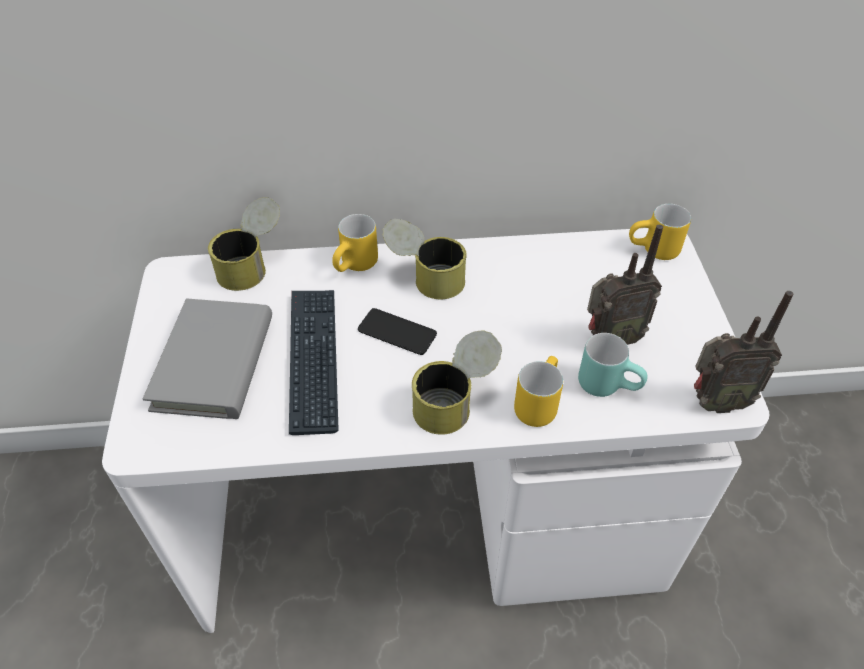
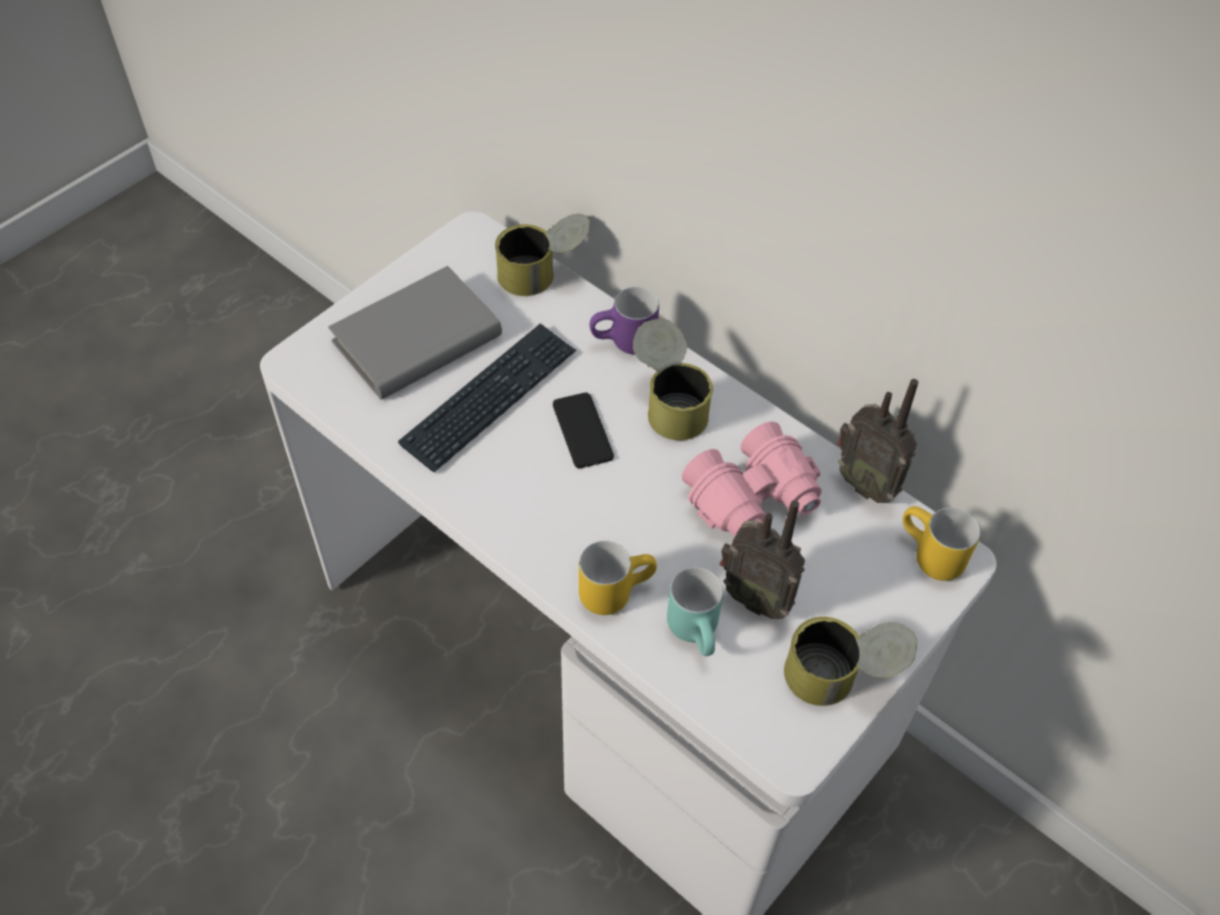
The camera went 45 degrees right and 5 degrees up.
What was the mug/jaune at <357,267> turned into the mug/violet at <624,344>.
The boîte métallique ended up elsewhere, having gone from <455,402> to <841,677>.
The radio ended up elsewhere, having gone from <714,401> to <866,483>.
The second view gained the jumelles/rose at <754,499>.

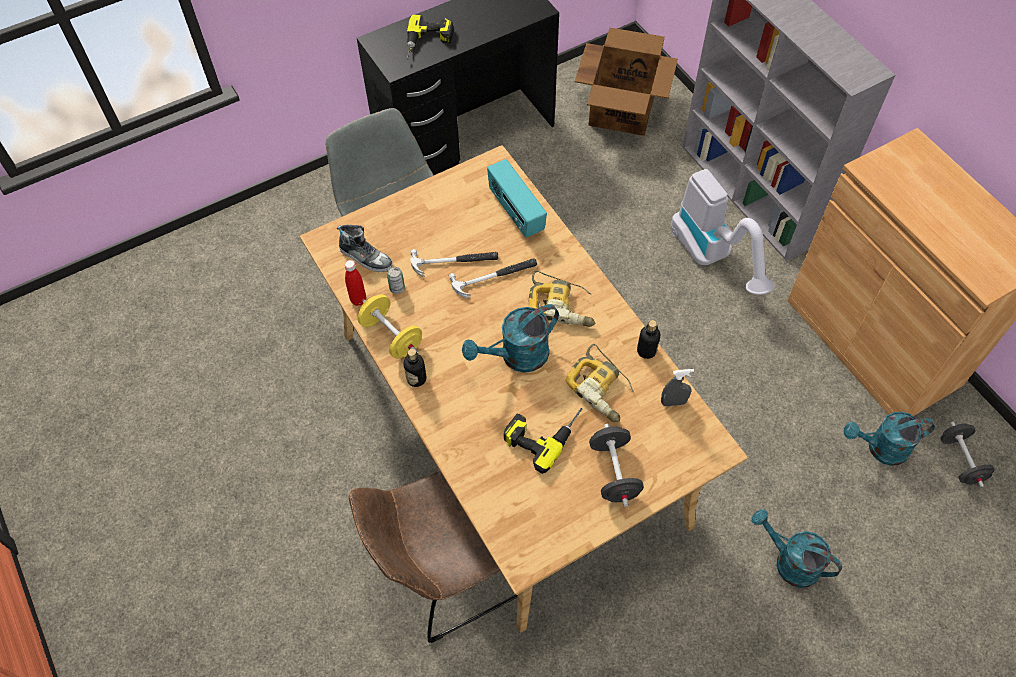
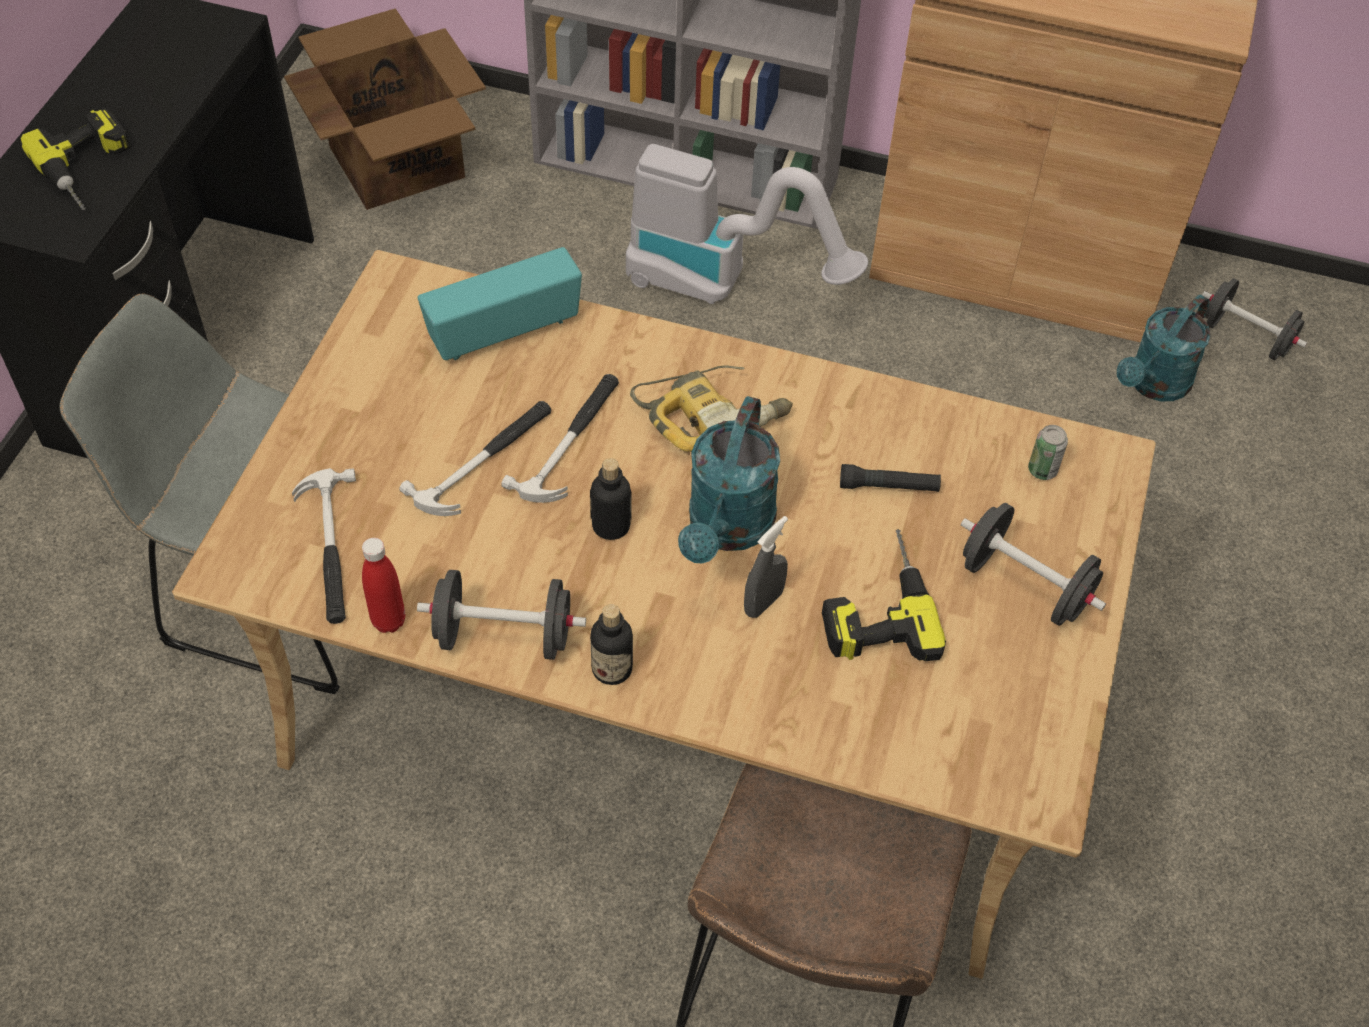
The camera went 45 degrees left and 5 degrees down.
Where the chaussure stood at <366,257>, the marteau came to stand at <330,548>.
What was the haltère/jaune at <391,336> turned into the haltère/noir at <504,636>.
The boîte métallique ended up elsewhere, having gone from <397,288> to <1042,470>.
The radio at <515,212> ended up facing another way, 135 degrees clockwise from before.
Where the perceuse stood at <602,388>, the lampe de poche/noir came to stand at <888,486>.
The bouteille ended up elsewhere, having gone from <646,351> to <611,526>.
The vaporisateur/gris ended up elsewhere, having gone from <673,402> to <763,603>.
The second view lost the arrosoir/turquoise at <789,562>.

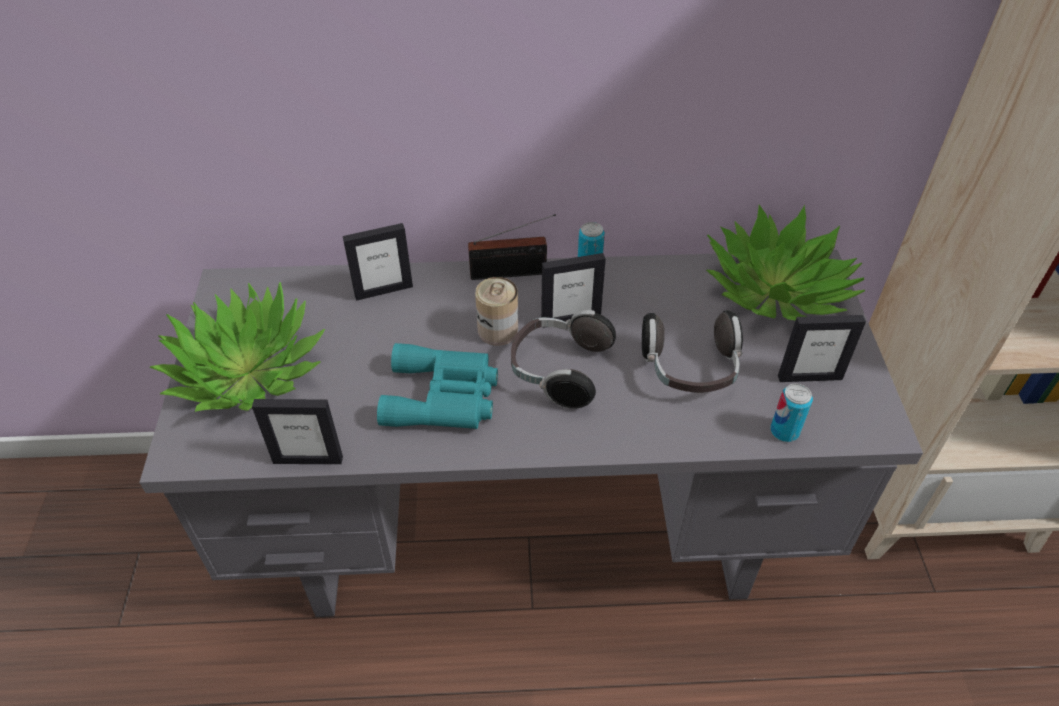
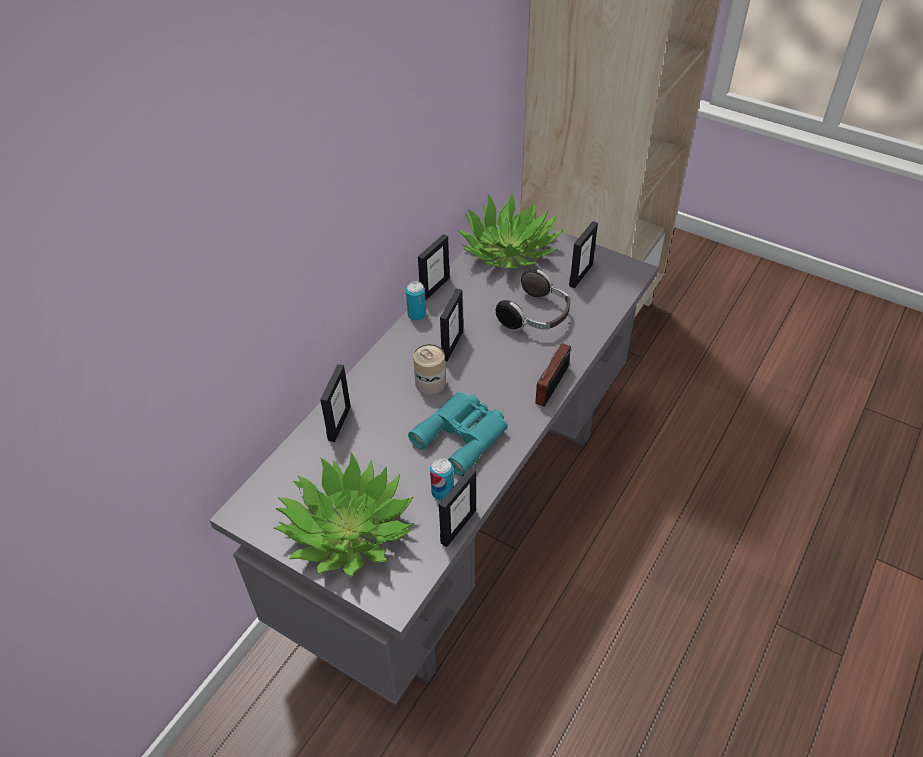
The camera went 55 degrees left and 0 degrees up.
The radio ended up elsewhere, having gone from <512,273> to <554,383>.
The second view lost the casque audio at <558,371>.
The boîte métallique ended up elsewhere, having gone from <784,431> to <442,492>.
The second view gained the cadre photo at <434,288>.

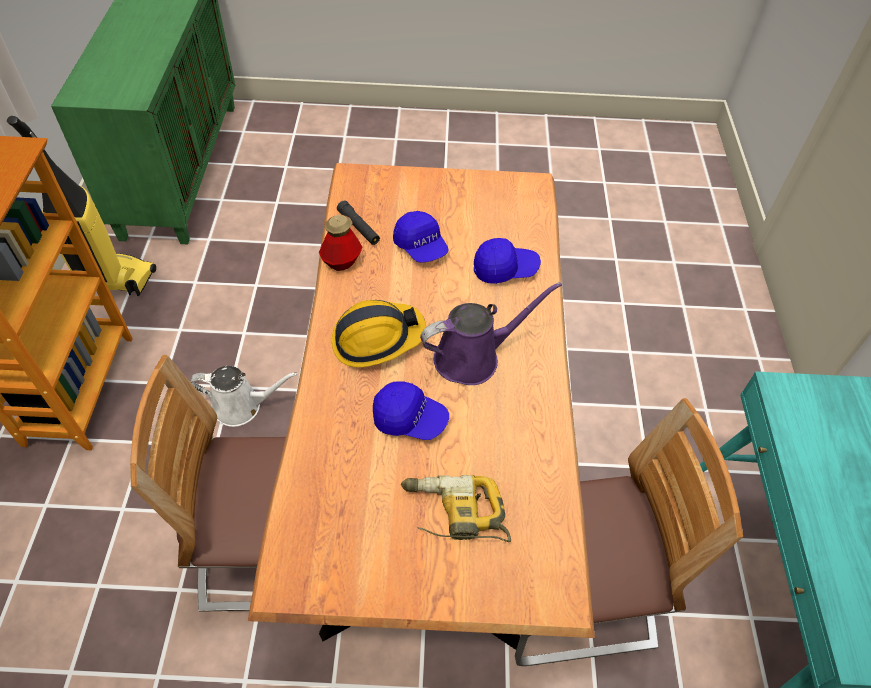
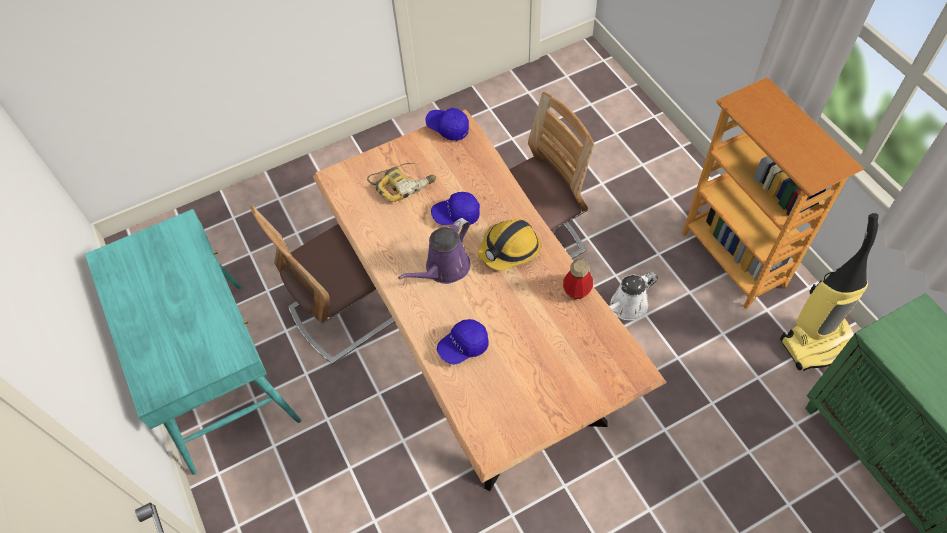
The camera went 155 degrees right and 5 degrees up.
The second view lost the lampe de poche/noir at <359,228>.
The casquette/bleu ended up elsewhere, having gone from <421,247> to <448,128>.

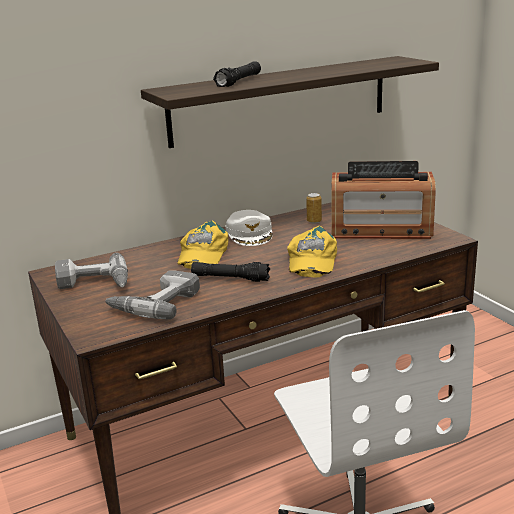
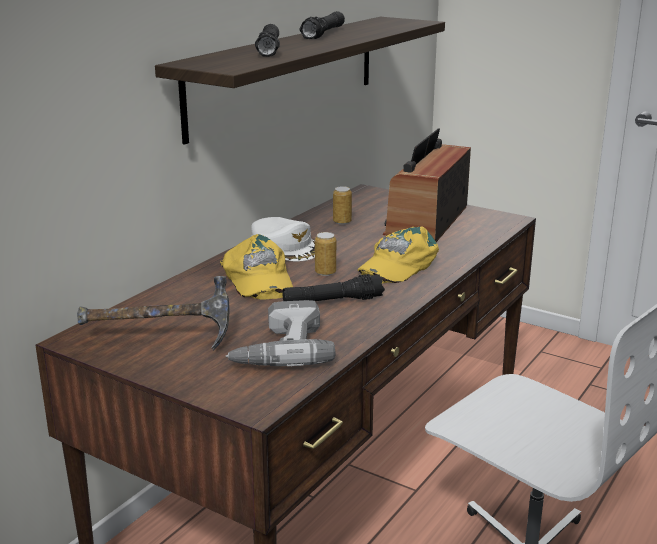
The camera went 30 degrees left and 0 degrees up.
Where the perceuse stood at <93,283>, the marteau came to stand at <161,341>.
The casquette/jaune at <311,260> ended up facing another way, 60 degrees clockwise from before.
The radio at <381,229> ended up facing another way, 135 degrees clockwise from before.
The second view gained the lampe de poche/noir at <323,34>.
The second view gained the boîte métallique at <325,272>.

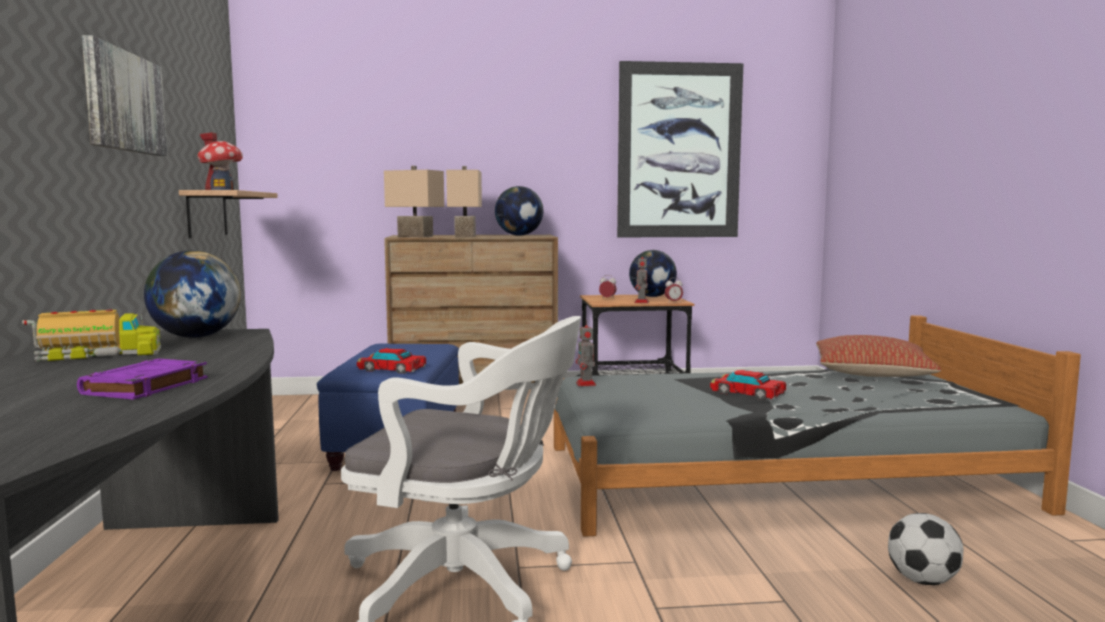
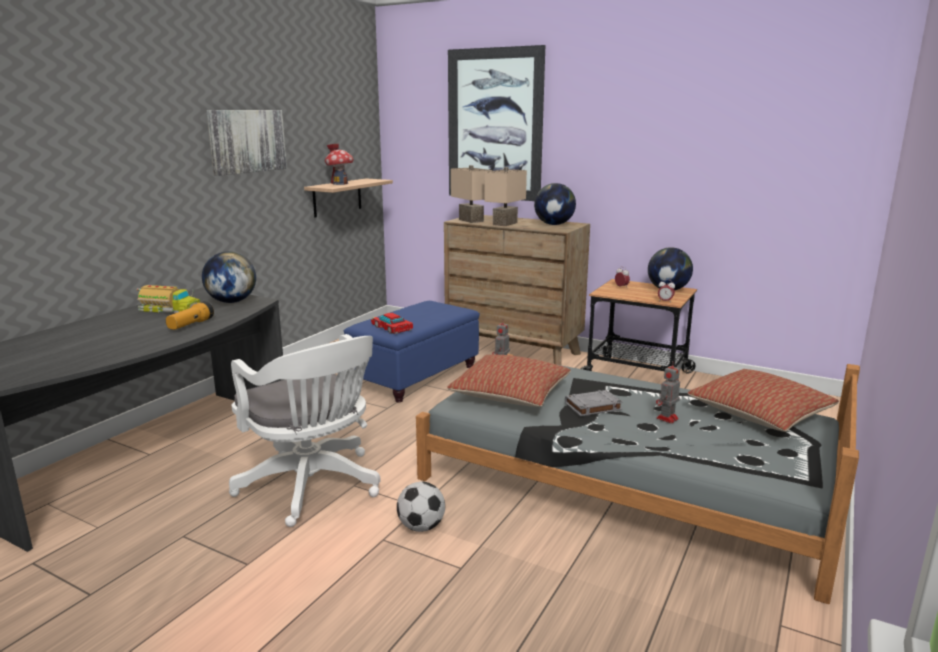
The camera went 35 degrees right and 10 degrees up.
The second view lost the livre/violet at <145,386>.
The tableau ended up elsewhere, having gone from <679,151> to <494,125>.
The robot jouet ended up elsewhere, having gone from <641,302> to <666,419>.
Where the petite voiture stood at <747,393>, the livre/gris came to stand at <592,406>.
The ballon de foot ended up elsewhere, having gone from <922,580> to <421,527>.
The second view gained the lampe de poche at <191,325>.
The second view gained the coussin at <510,394>.

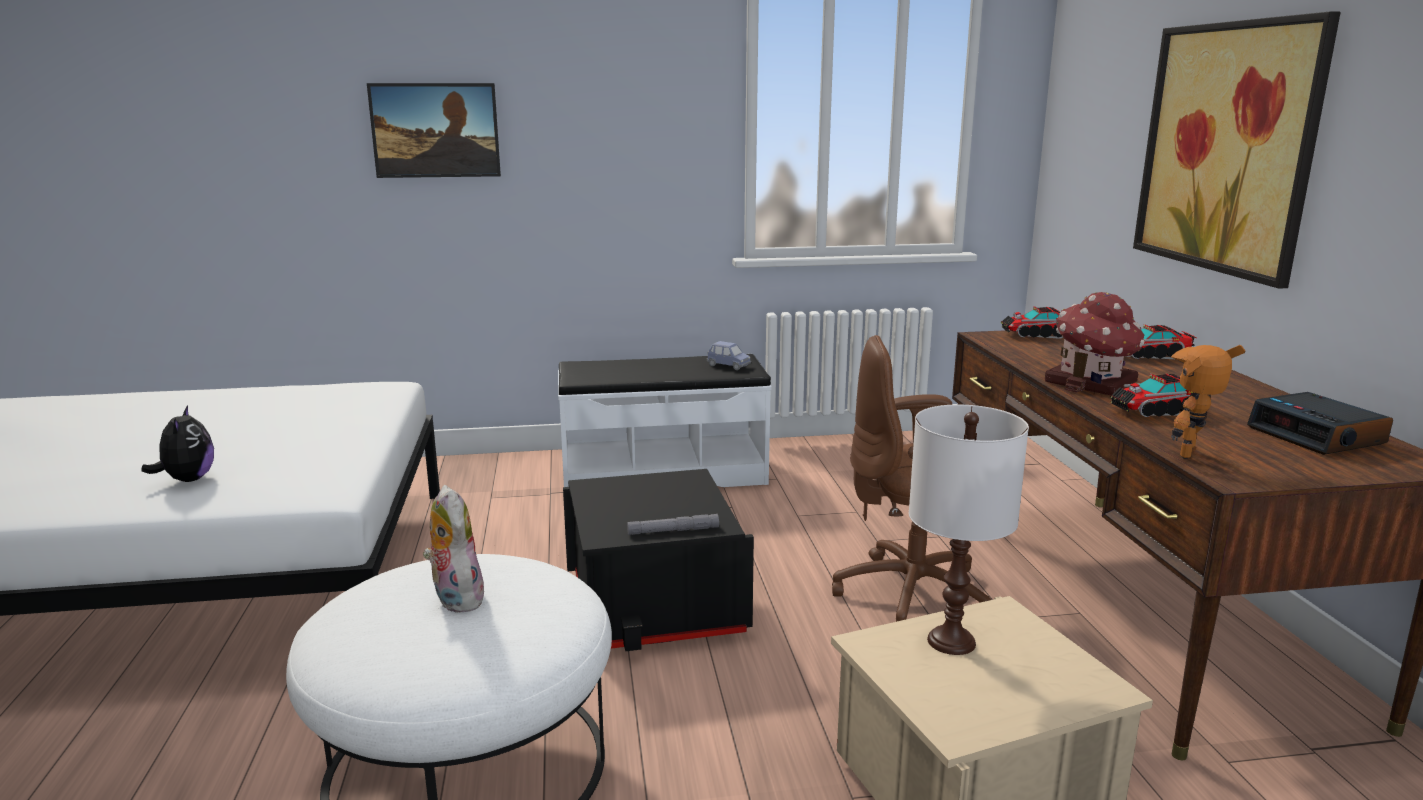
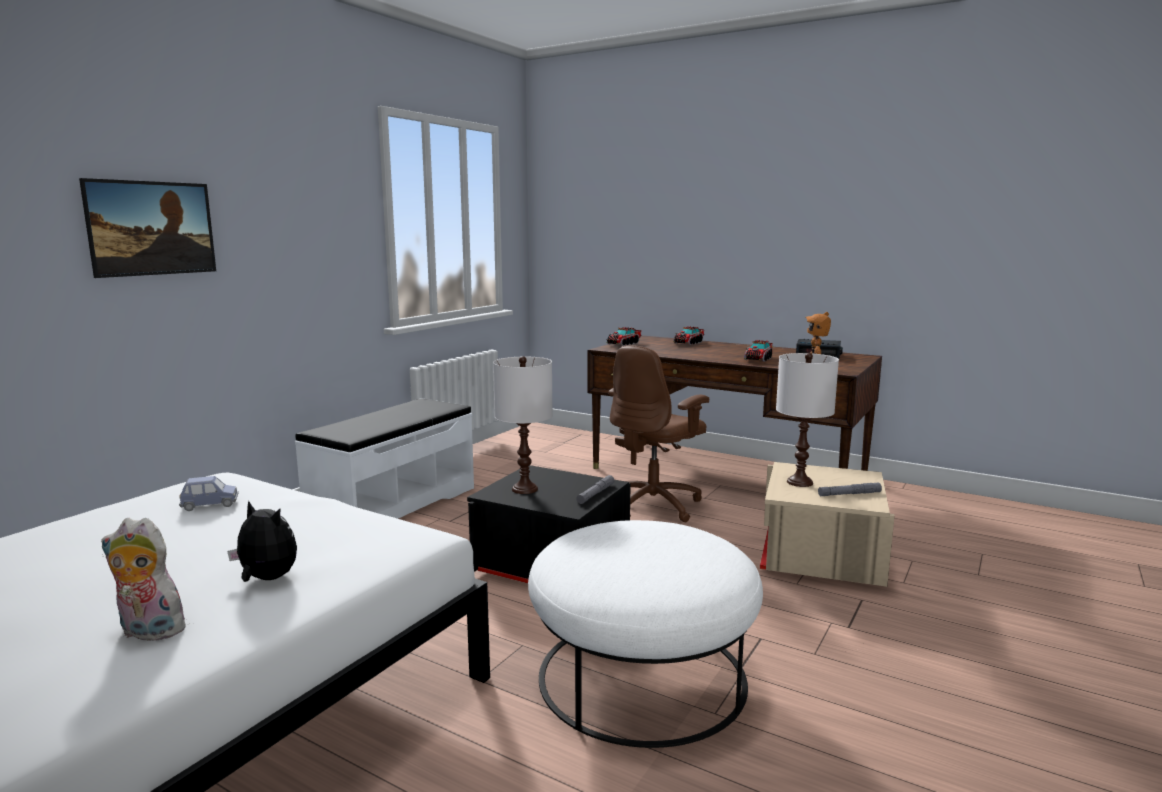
The camera went 50 degrees left and 5 degrees down.
The peluche ended up elsewhere, having gone from <455,598> to <148,632>.
The petite voiture/bleu ended up elsewhere, having gone from <728,366> to <210,505>.
The second view lost the maison miniature at <1092,383>.
The second view lost the tableau at <1227,148>.
The second view gained the lampe de table/blanc at <525,489>.
The second view gained the lampe de poche/gris at <849,494>.

